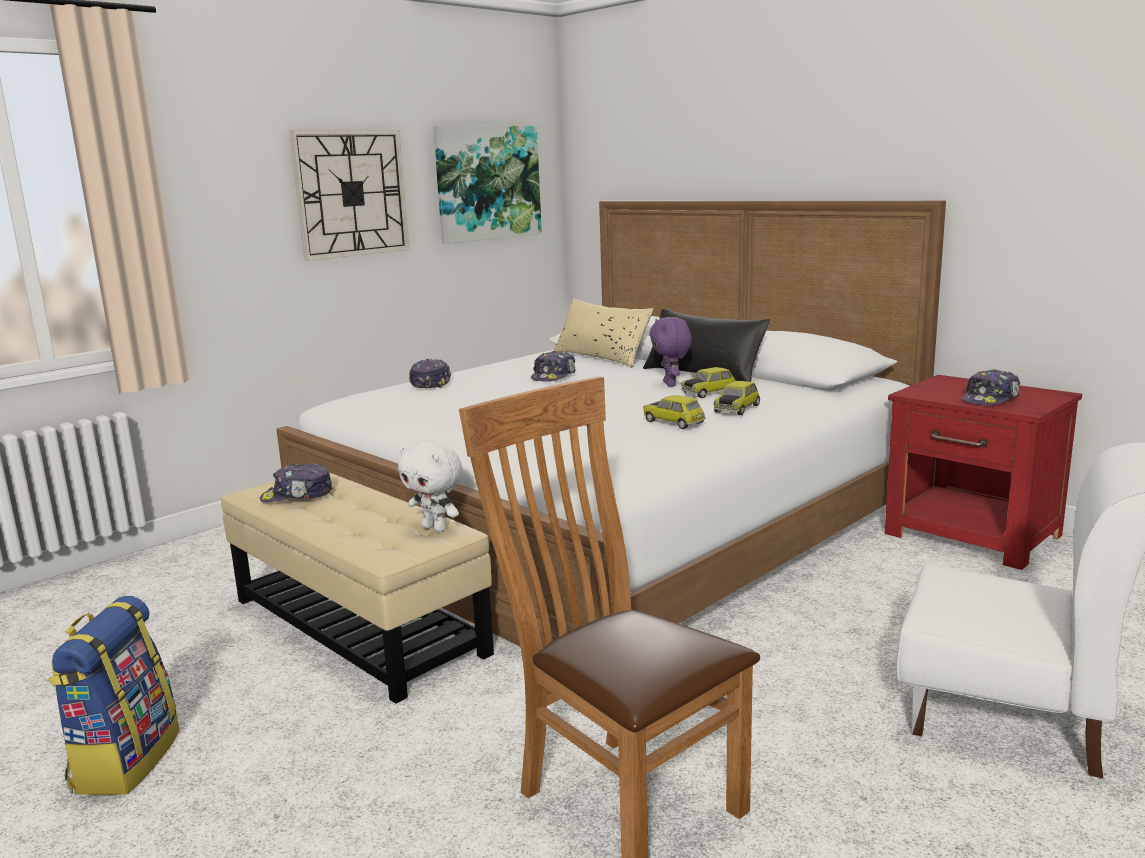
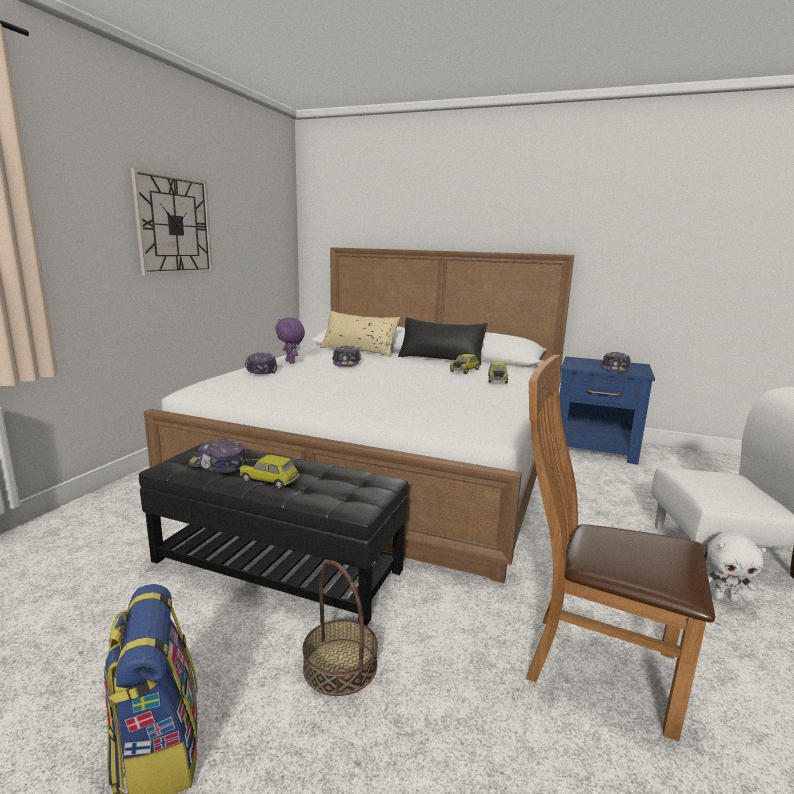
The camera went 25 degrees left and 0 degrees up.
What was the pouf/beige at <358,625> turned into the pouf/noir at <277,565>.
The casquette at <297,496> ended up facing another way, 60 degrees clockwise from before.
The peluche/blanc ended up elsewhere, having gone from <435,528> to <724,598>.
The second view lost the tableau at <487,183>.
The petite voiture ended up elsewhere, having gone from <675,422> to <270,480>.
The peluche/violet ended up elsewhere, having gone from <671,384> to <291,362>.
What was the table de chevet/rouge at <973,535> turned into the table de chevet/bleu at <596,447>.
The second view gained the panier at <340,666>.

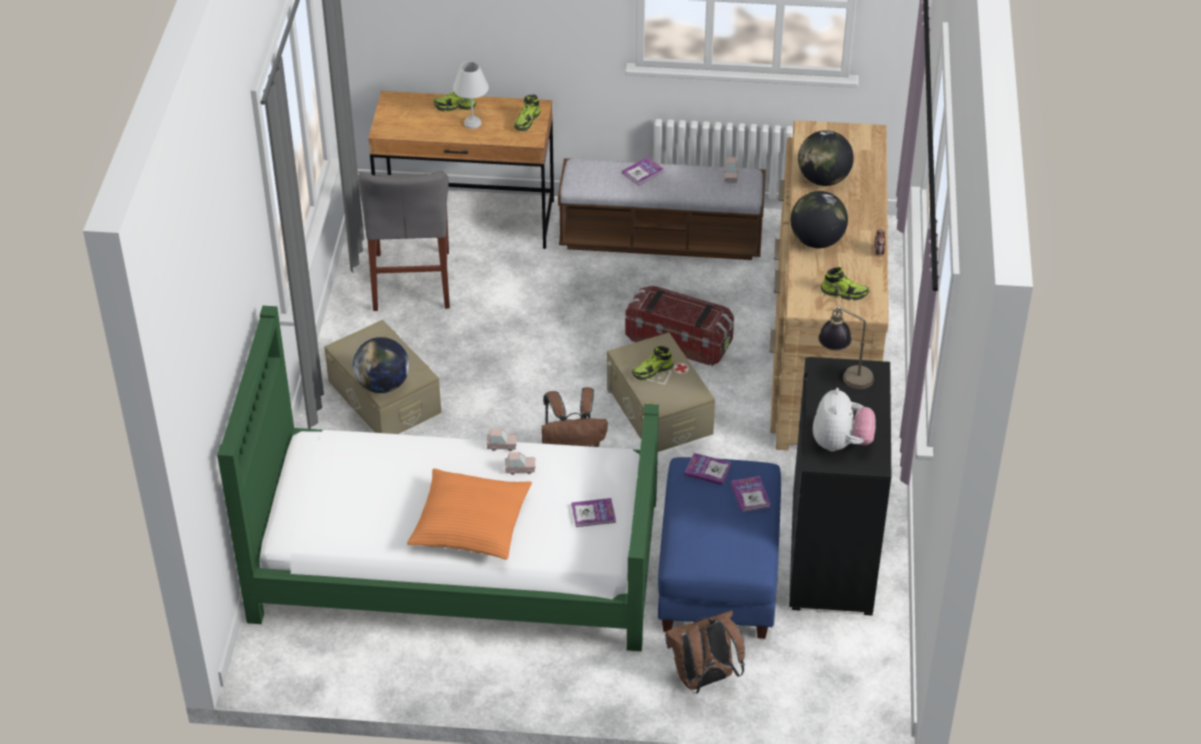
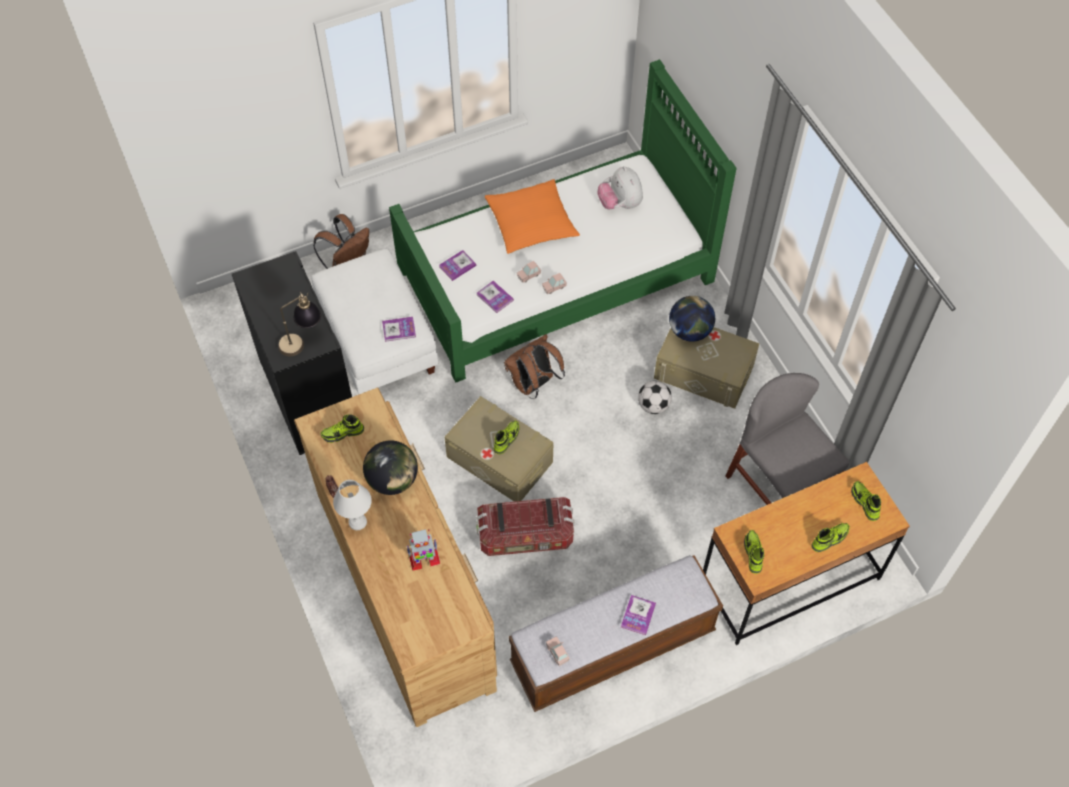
The camera went 150 degrees right and 15 degrees up.
The lampe de table/blanc ended up elsewhere, having gone from <471,123> to <358,521>.
What was the pouf/bleu at <716,575> turned into the pouf/blanc at <379,342>.
The livre ended up elsewhere, having gone from <750,495> to <495,297>.
Where the globe stood at <823,179>, the robot jouet came to stand at <424,560>.
The peluche ended up elsewhere, having gone from <841,443> to <620,204>.
The second view gained the ballon de foot at <653,405>.
The second view gained the chaussure at <864,503>.

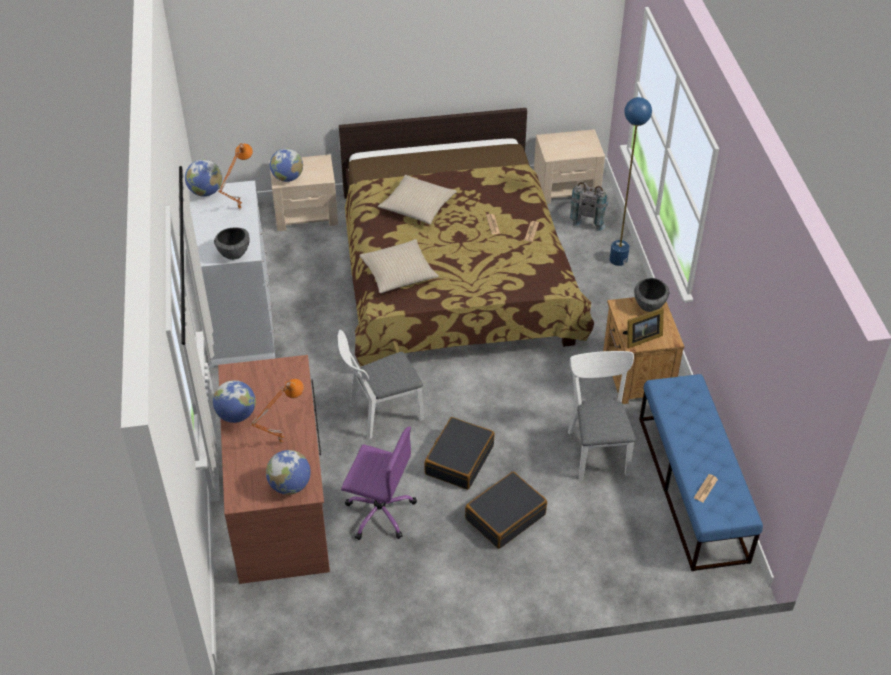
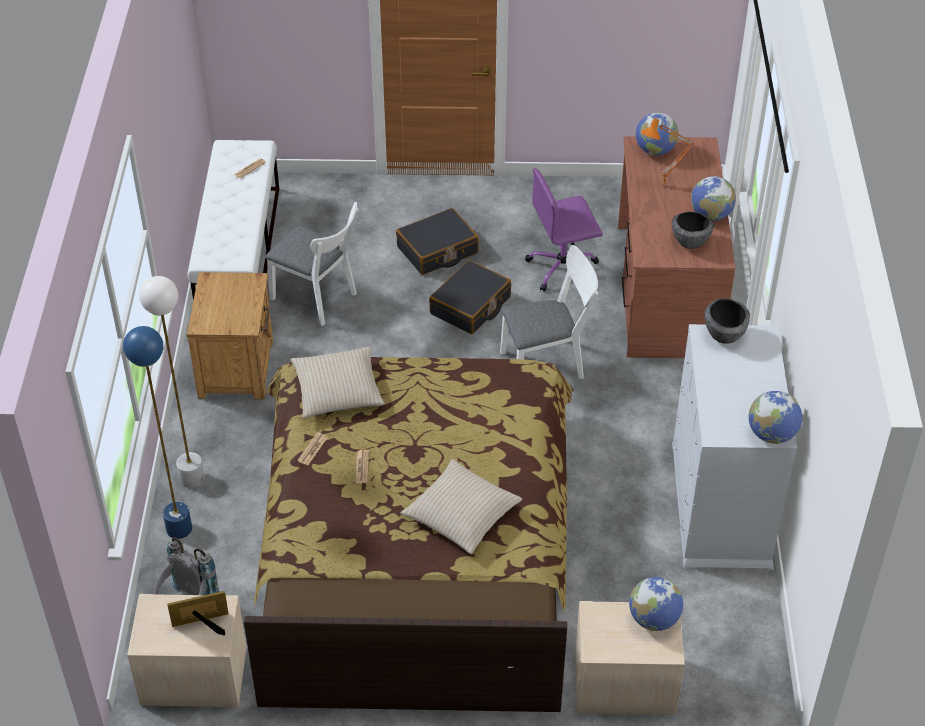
The camera went 170 degrees left and 0 degrees up.
The second view lost the lampe de table/orange at <239,208>.
The chaise de bureau/violet at <379,512> ended up facing another way, 45 degrees counterclockwise from before.
The coussin/beige ended up elsewhere, having gone from <398,273> to <338,390>.
The chaise/blanc at <597,448> ended up facing another way, 60 degrees counterclockwise from before.
The cadre photo ended up elsewhere, having gone from <641,338> to <203,625>.
The bol ended up elsewhere, having gone from <649,306> to <690,243>.
What was the banc/bleu at <692,488> turned into the banc/blanc at <239,251>.
The second view gained the lampadaire/blanc at <191,478>.

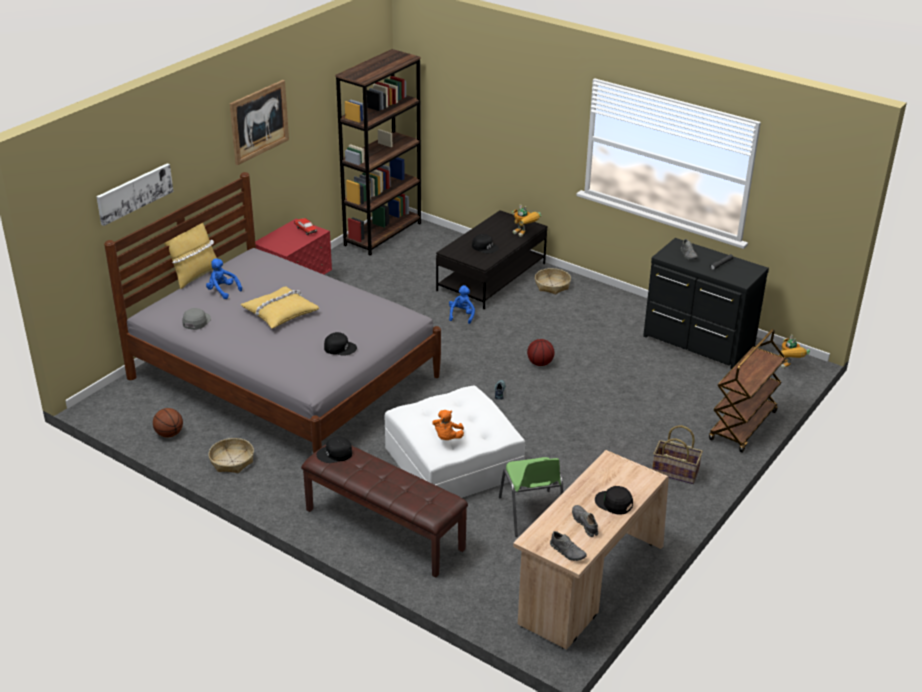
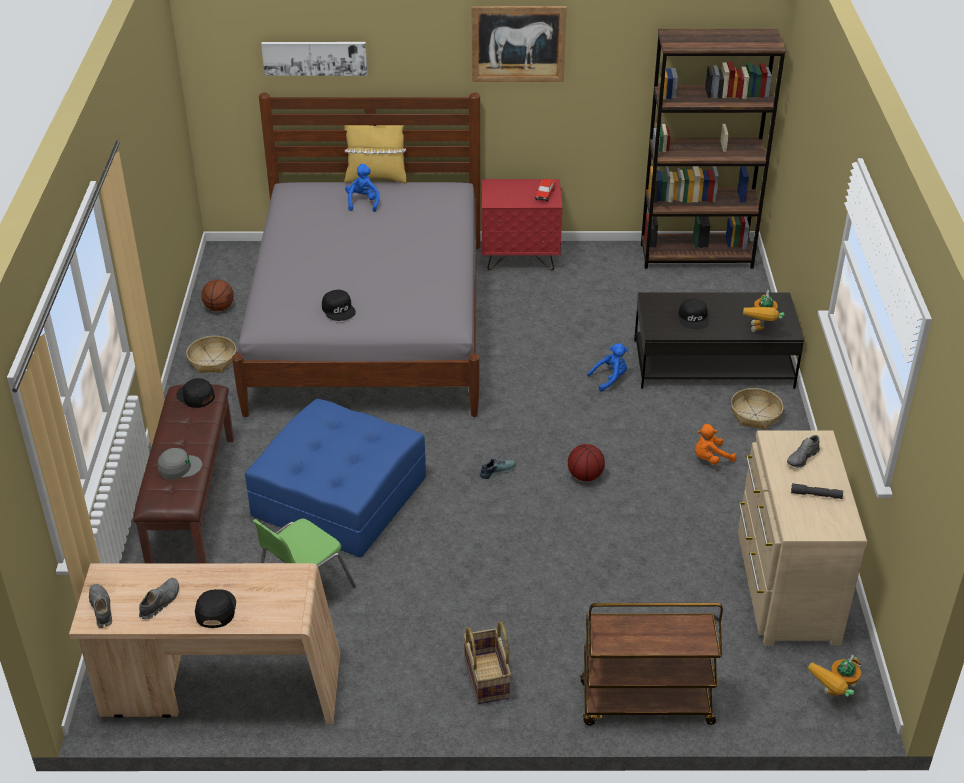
The camera went 55 degrees right and 5 degrees up.
The casquette/gris ended up elsewhere, having gone from <196,321> to <179,467>.
The second view lost the coussin/jaune at <280,313>.
What was the pouf/blanc at <452,462> turned into the pouf/bleu at <338,496>.
The peluche/orange ended up elsewhere, having gone from <447,438> to <710,458>.
The chaussure/gris at <567,552> ended up facing another way, 150 degrees clockwise from before.
What was the commode/noir at <698,343> turned into the commode/beige at <784,587>.

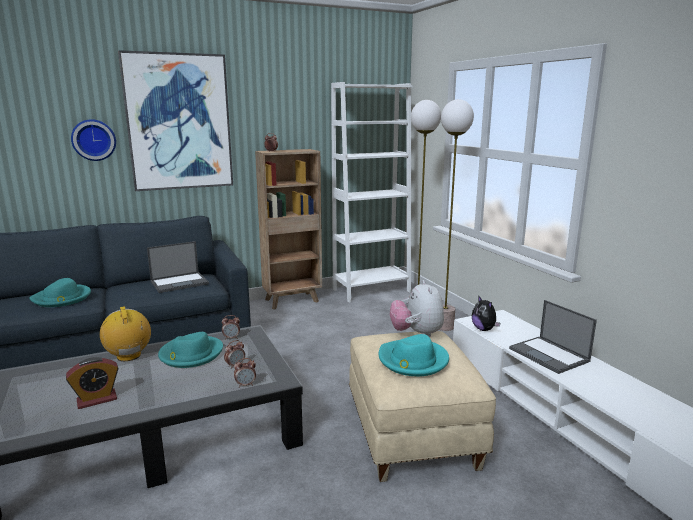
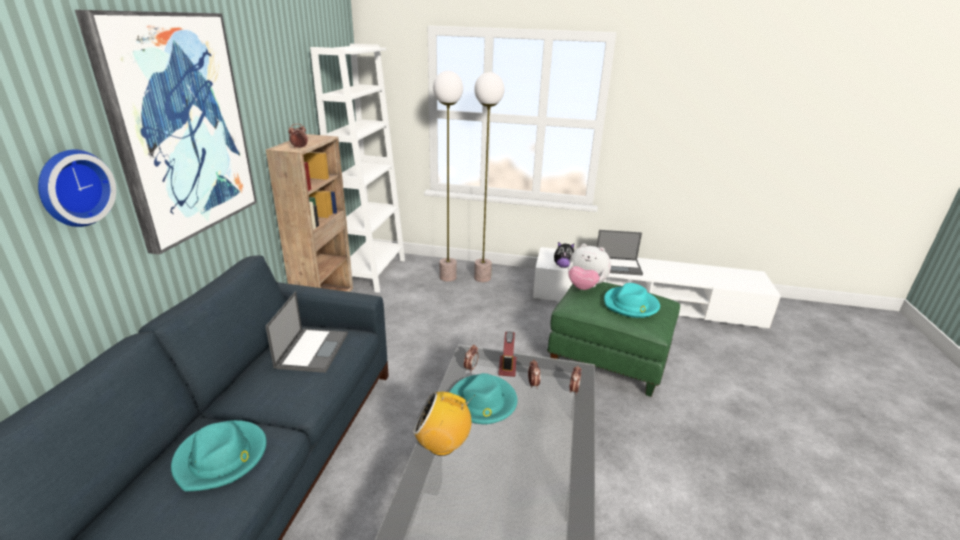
The camera went 55 degrees left and 10 degrees up.
The réveil ended up elsewhere, having gone from <97,400> to <507,367>.
What was the pouf/beige at <414,434> turned into the pouf/vert at <609,359>.

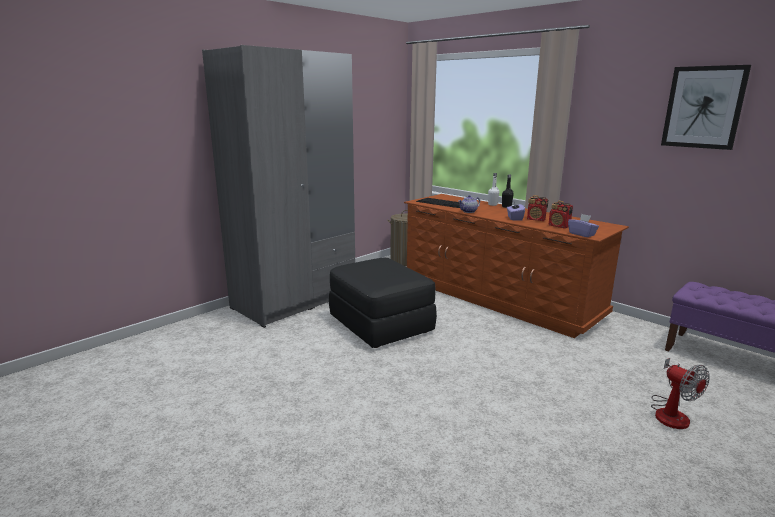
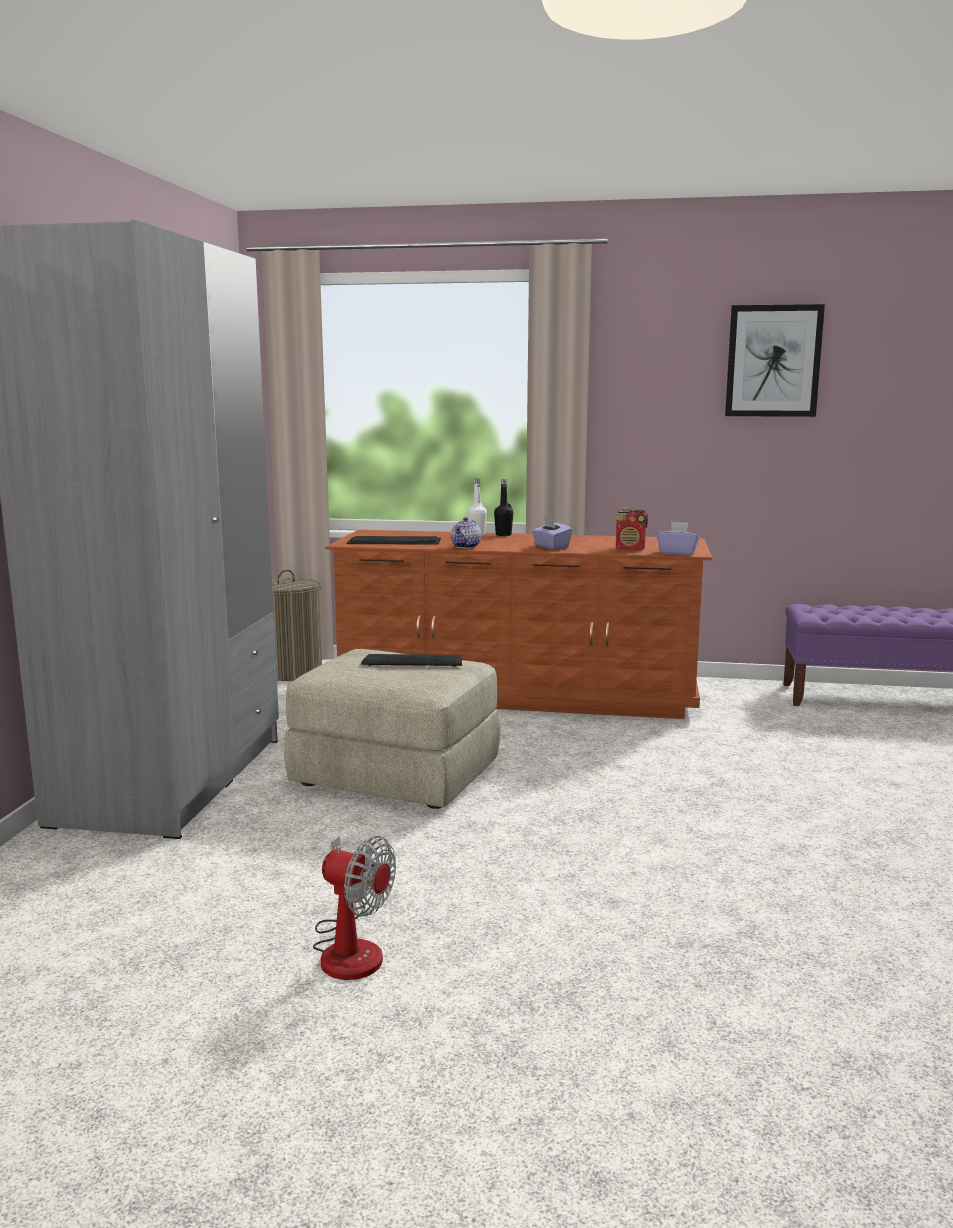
The camera went 35 degrees left and 5 degrees down.
What was the pouf/noir at <380,324> turned into the pouf/beige at <394,774>.
The second view lost the radio at <536,220>.
The ventilateur ended up elsewhere, having gone from <670,412> to <350,947>.
The second view gained the clavier at <413,661>.

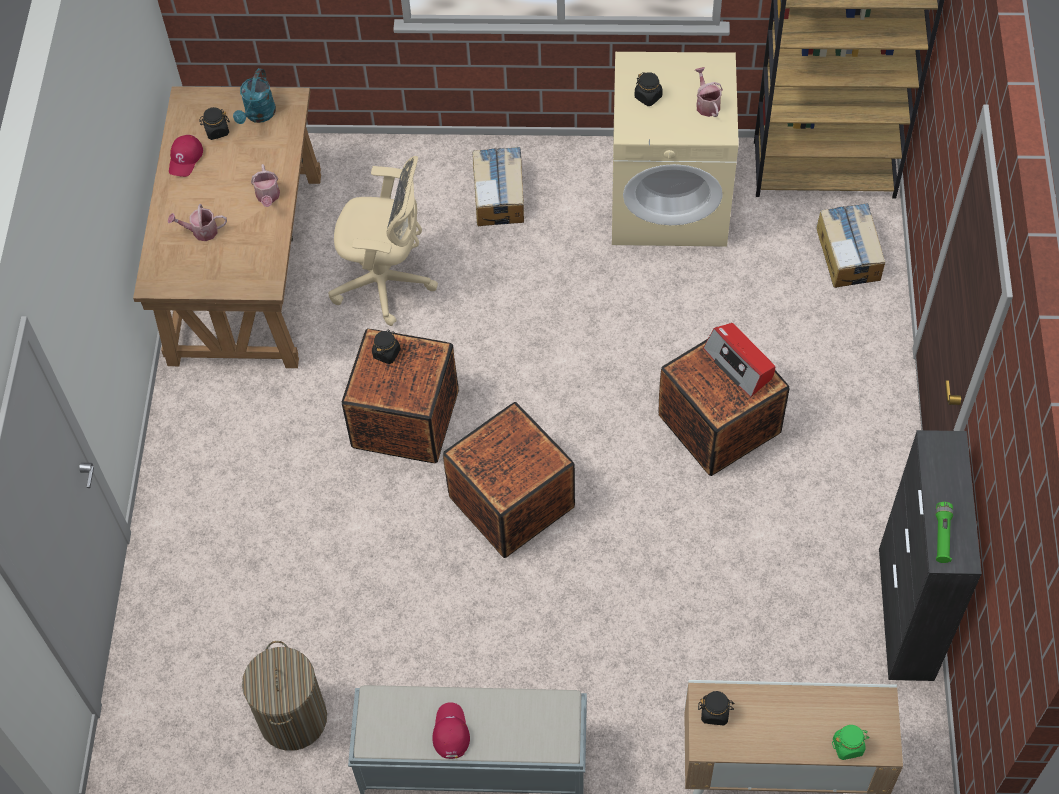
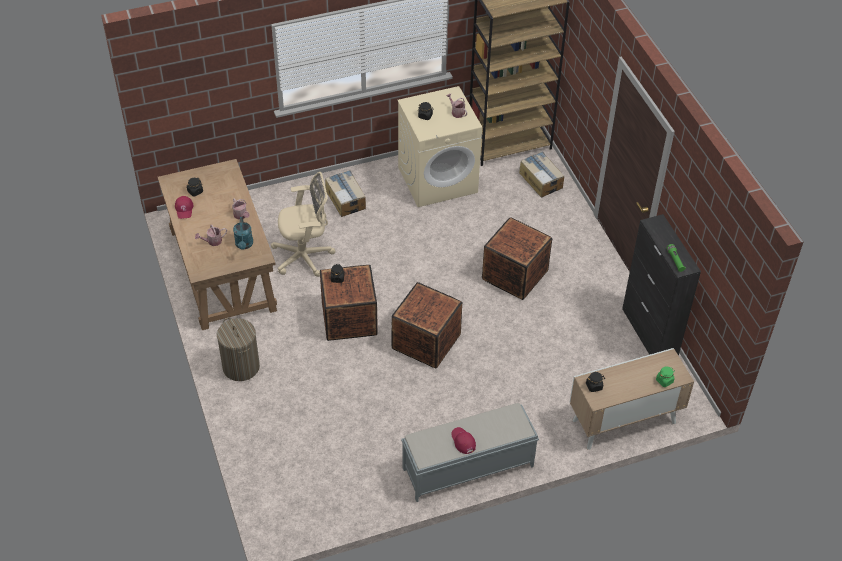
The camera went 25 degrees left and 10 degrees down.
The arrosoir/turquoise ended up elsewhere, having gone from <258,115> to <244,245>.
The panier à linge ended up elsewhere, having gone from <293,718> to <241,367>.
The second view lost the radio at <739,364>.

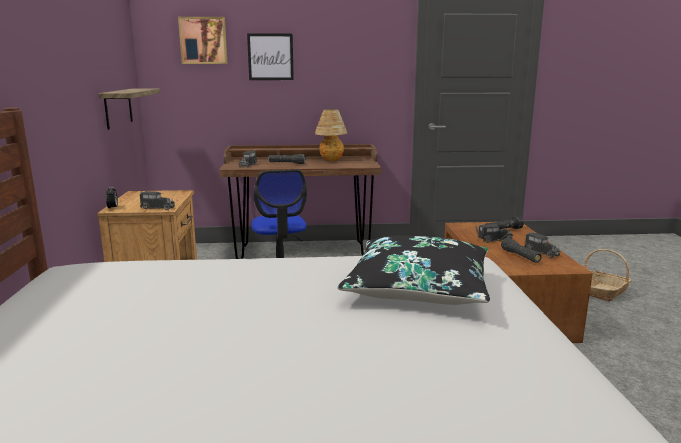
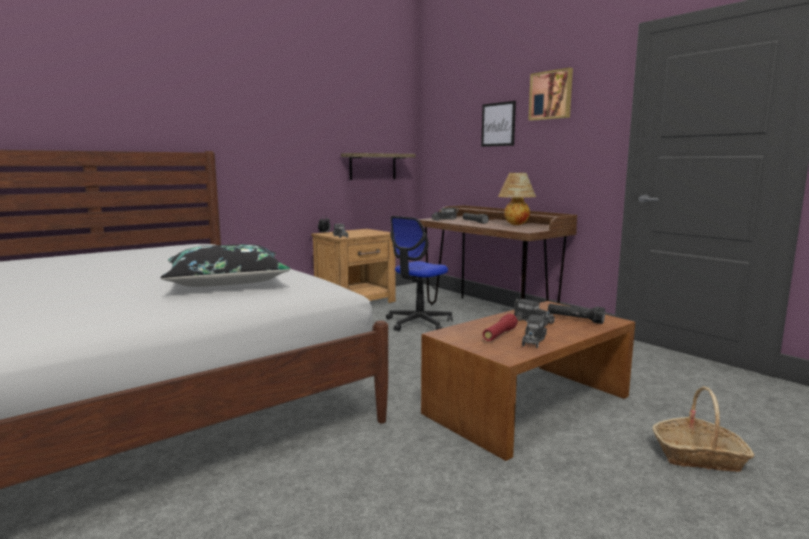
The camera went 55 degrees right and 5 degrees down.
The tableau ended up elsewhere, having gone from <203,40> to <551,95>.
What was the lampe de poche/noir at <520,256> turned into the lampe de poche/rouge at <499,335>.

